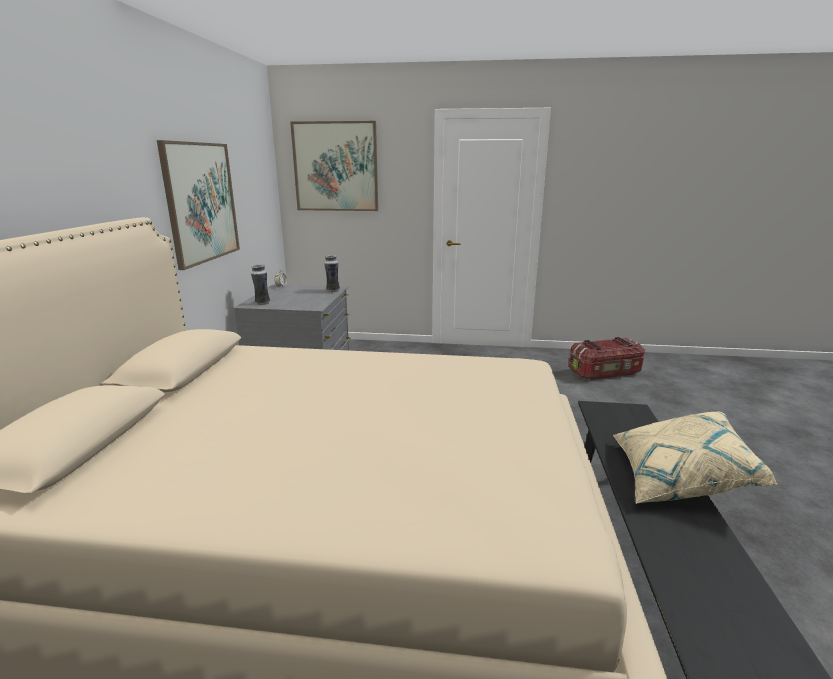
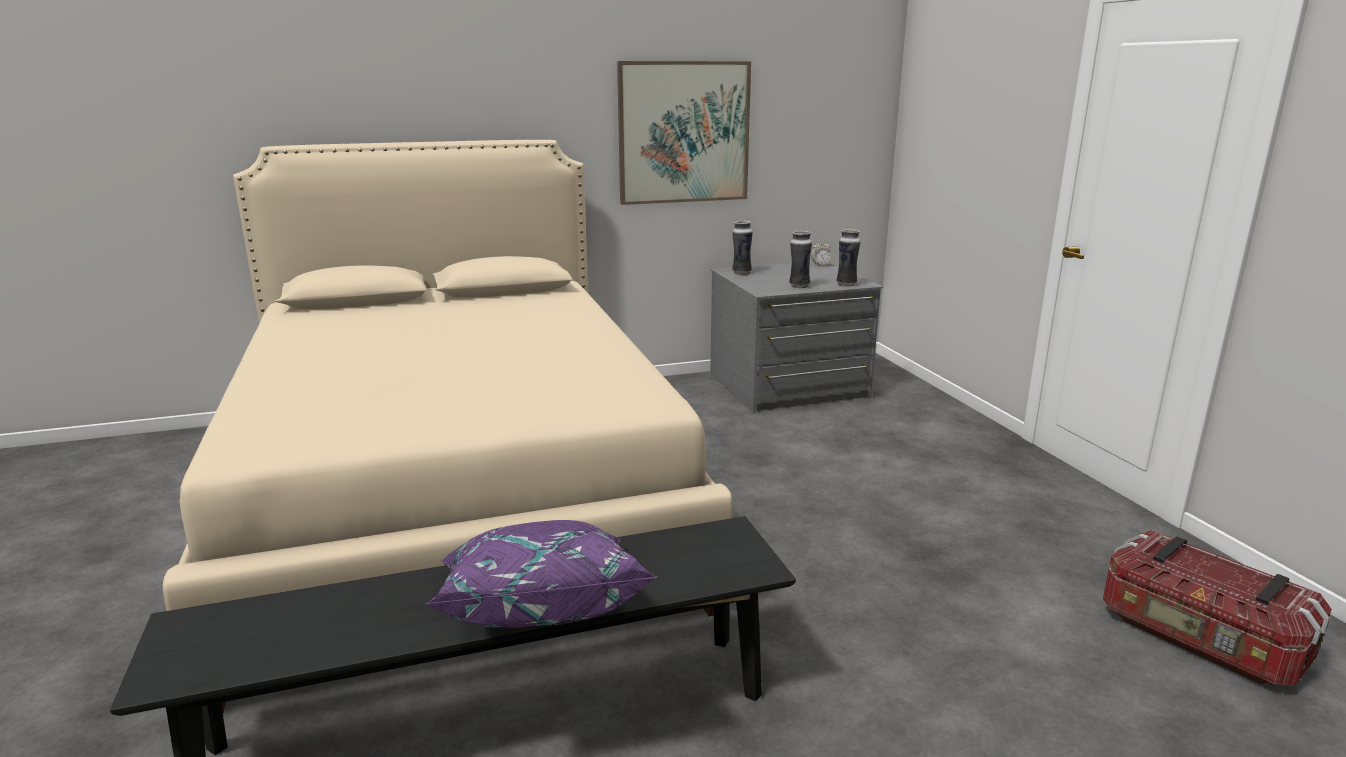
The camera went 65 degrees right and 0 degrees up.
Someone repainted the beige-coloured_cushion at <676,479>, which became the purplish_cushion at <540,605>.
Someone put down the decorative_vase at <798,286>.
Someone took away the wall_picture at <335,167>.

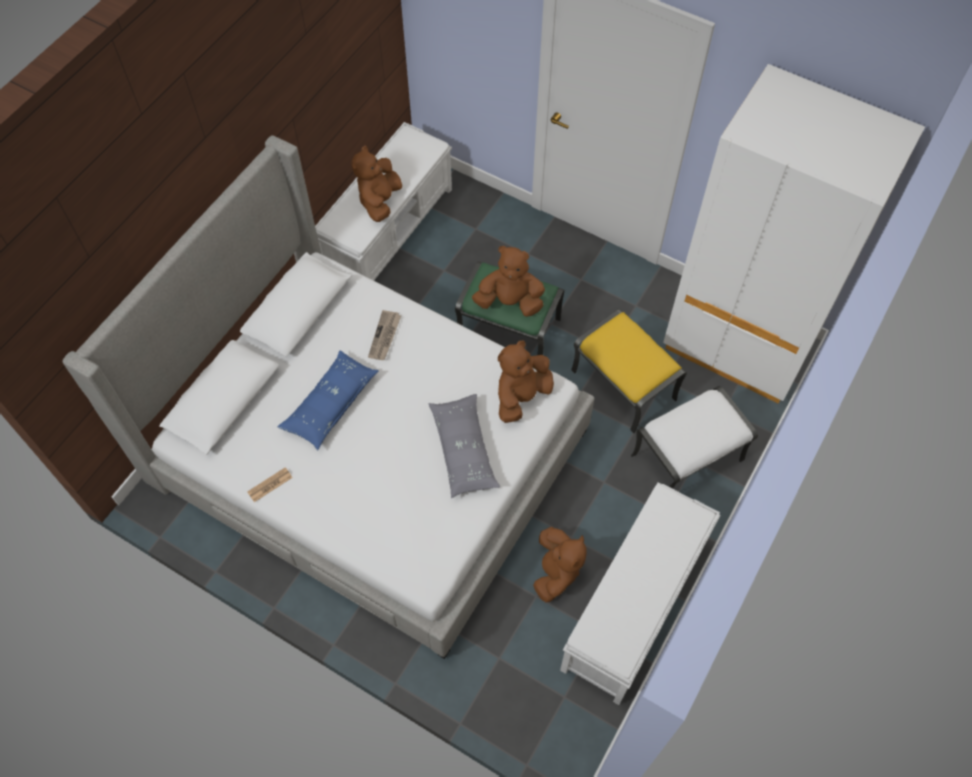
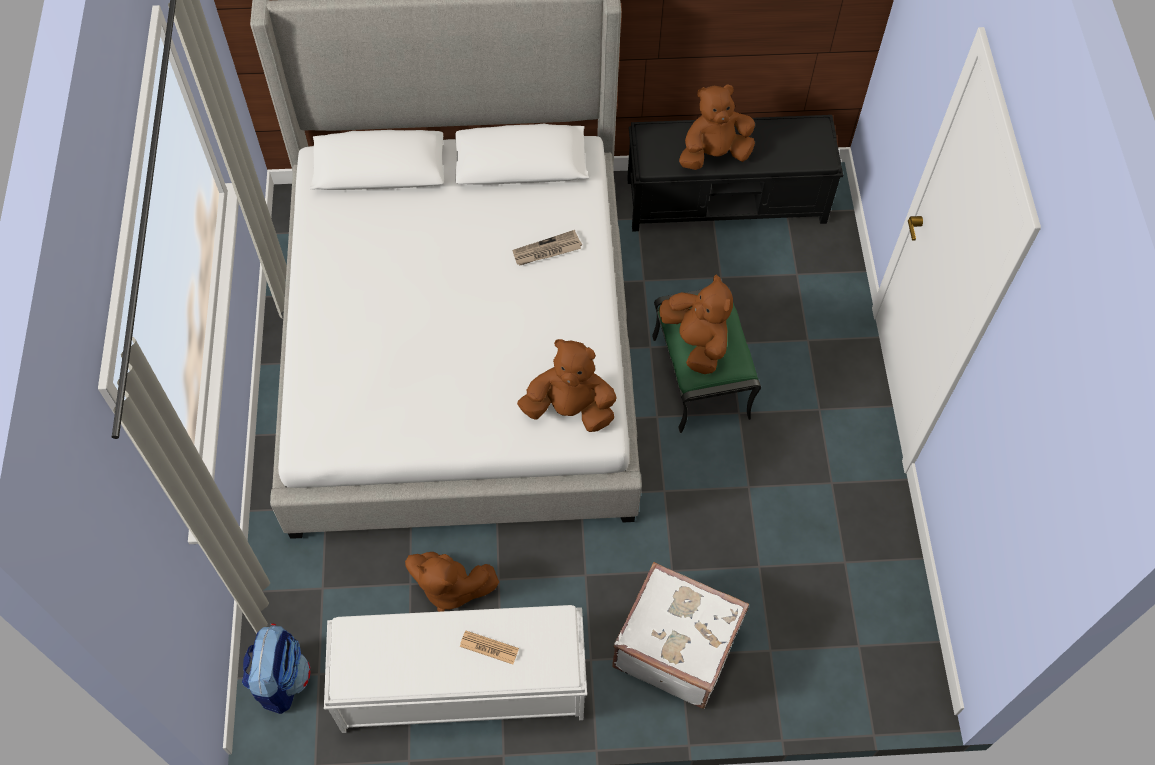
The camera went 55 degrees right and 0 degrees up.
Someone put down the knapsack at <281,678>.
Someone rotated the brown_cuddly_toy at <556,571> by 45 degrees clockwise.
Someone carried the newspaper from <270,485> to <489,647>.
Someone swapped the whitish_pouffe at <687,459> for the whitish_suitcase at <676,645>.
Someone repainted the whitish_long_seat at <389,230>, which became the black_long_seat at <727,200>.
Someone took away the blue_cushion at <330,404>.
Someone took away the grey_cushion at <464,450>.
Someone took away the yellowish_pouffe at <624,385>.
Someone took away the whitish_clothes_cupboard at <738,345>.

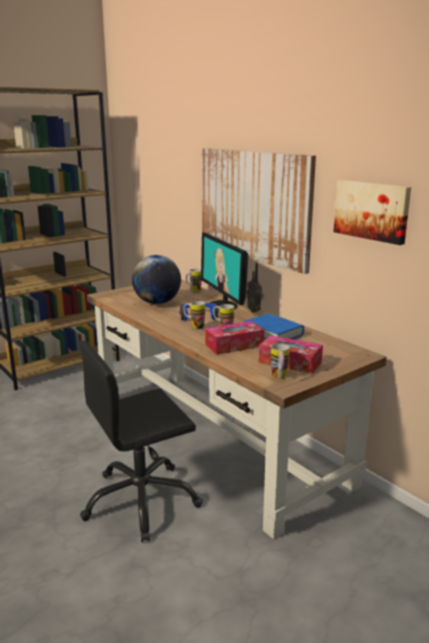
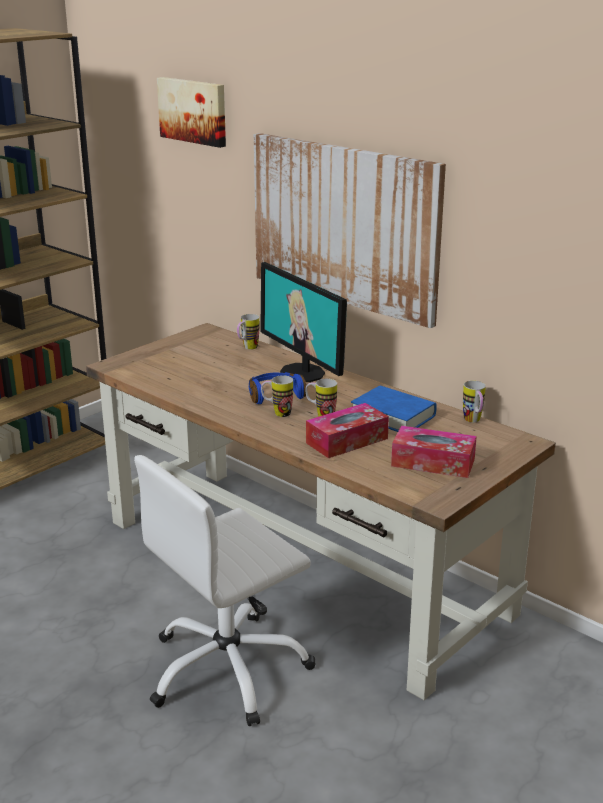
The camera went 10 degrees left and 5 degrees up.
Someone repainted the black_office_chair at <141,501>, which became the whitish_office_chair at <228,669>.
Someone carried the wall_picture from <372,210> to <194,111>.
Someone carried the coffee_mug from <279,378> to <473,421>.
Someone took away the globe at <157,303>.
Someone took away the radio at <254,311>.

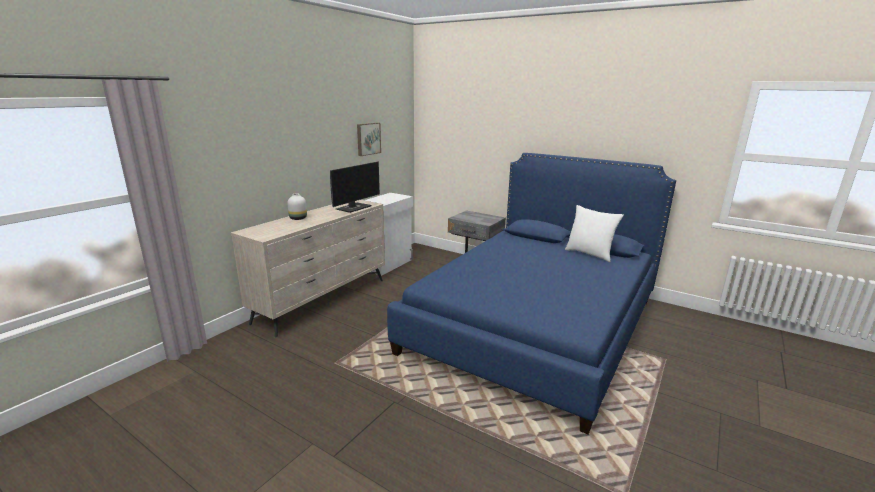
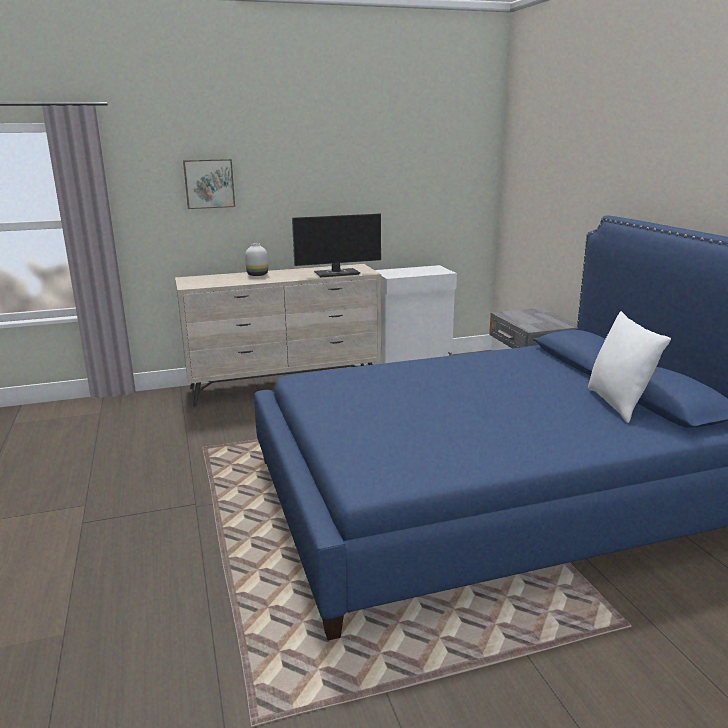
The camera went 40 degrees right and 0 degrees up.
Someone carried the wall_picture from <368,139> to <209,183>.

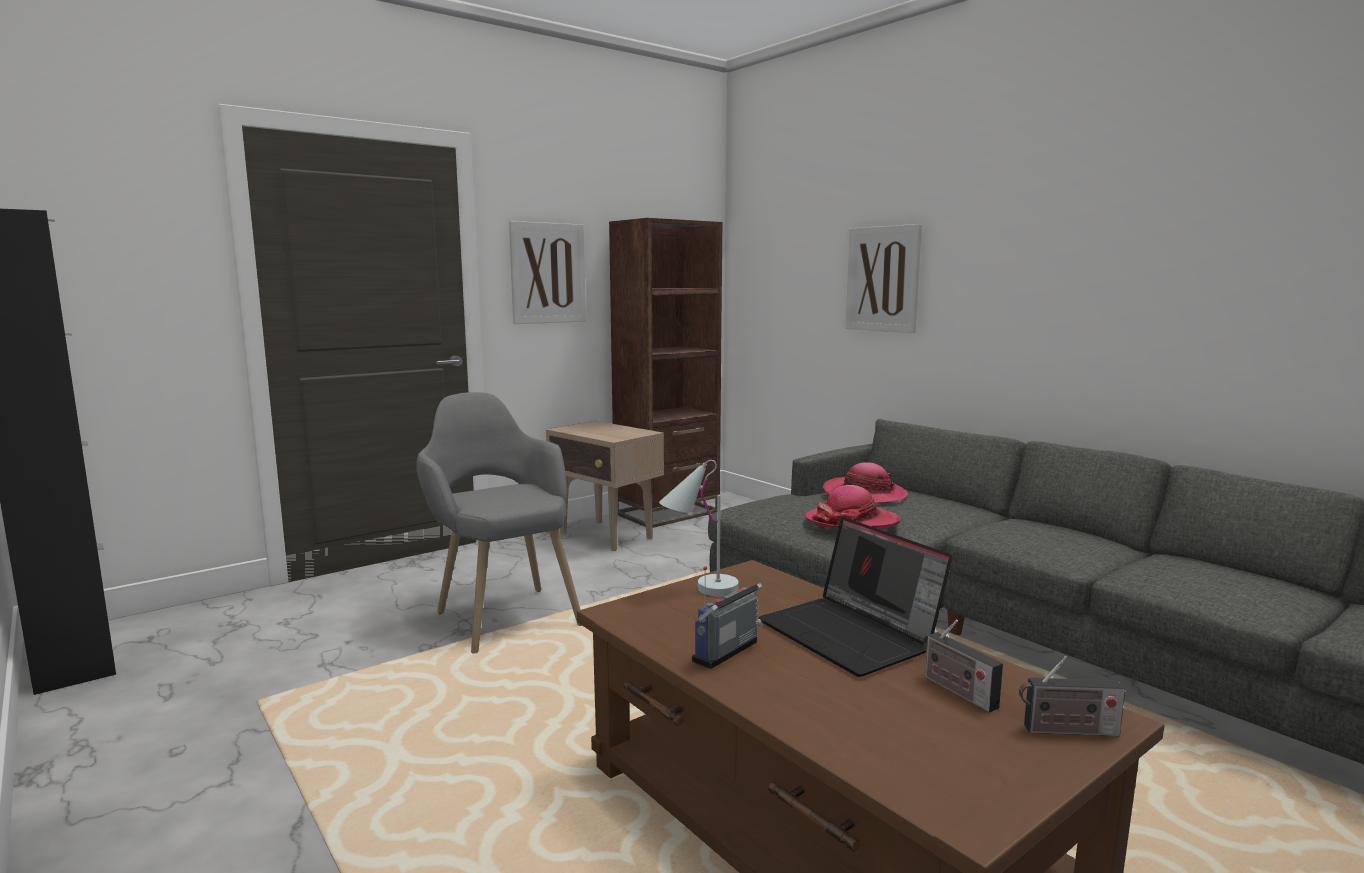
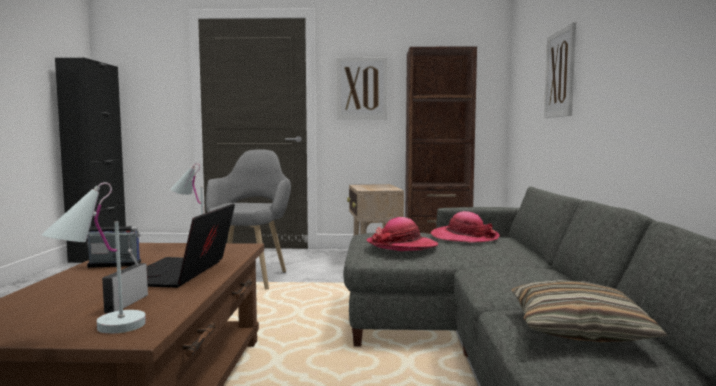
The camera went 40 degrees right and 5 degrees down.
Someone swapped the radio at <1067,731> for the whitish_tabletop_lamp at <99,330>.
Someone put down the cushion at <578,329>.

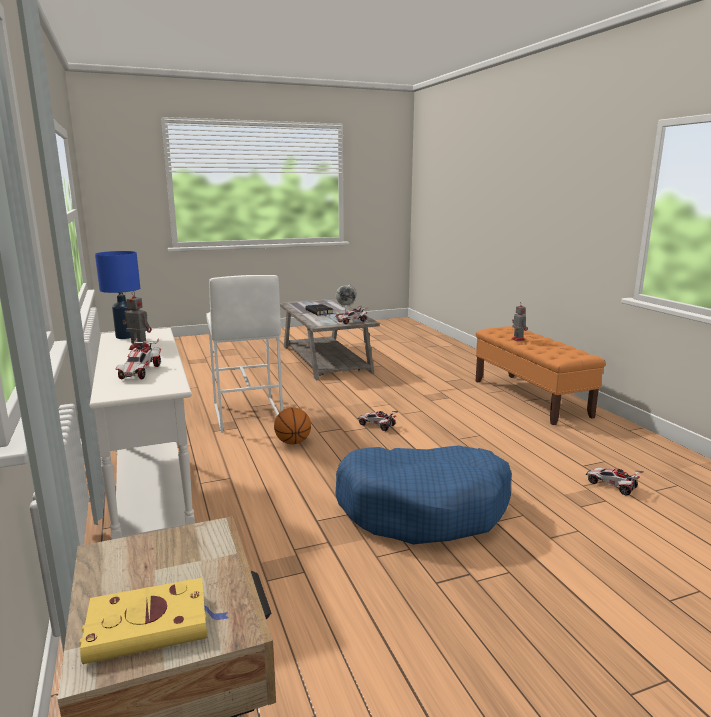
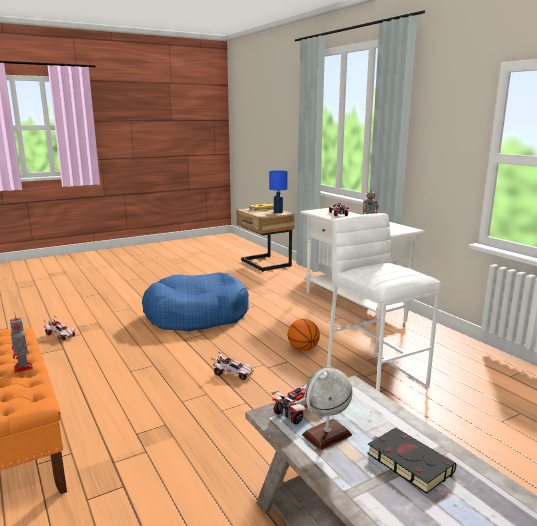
The camera went 170 degrees right and 0 degrees up.
Someone carried the blue_tabletop_lamp from <126,336> to <277,212>.

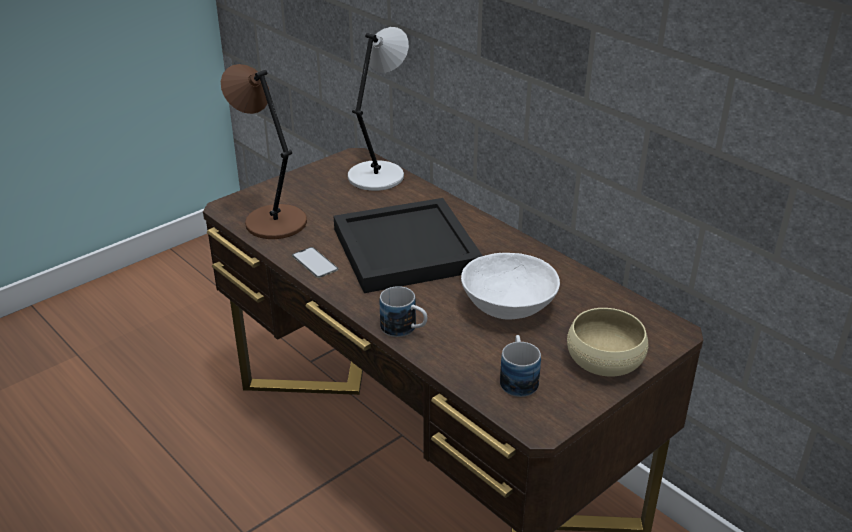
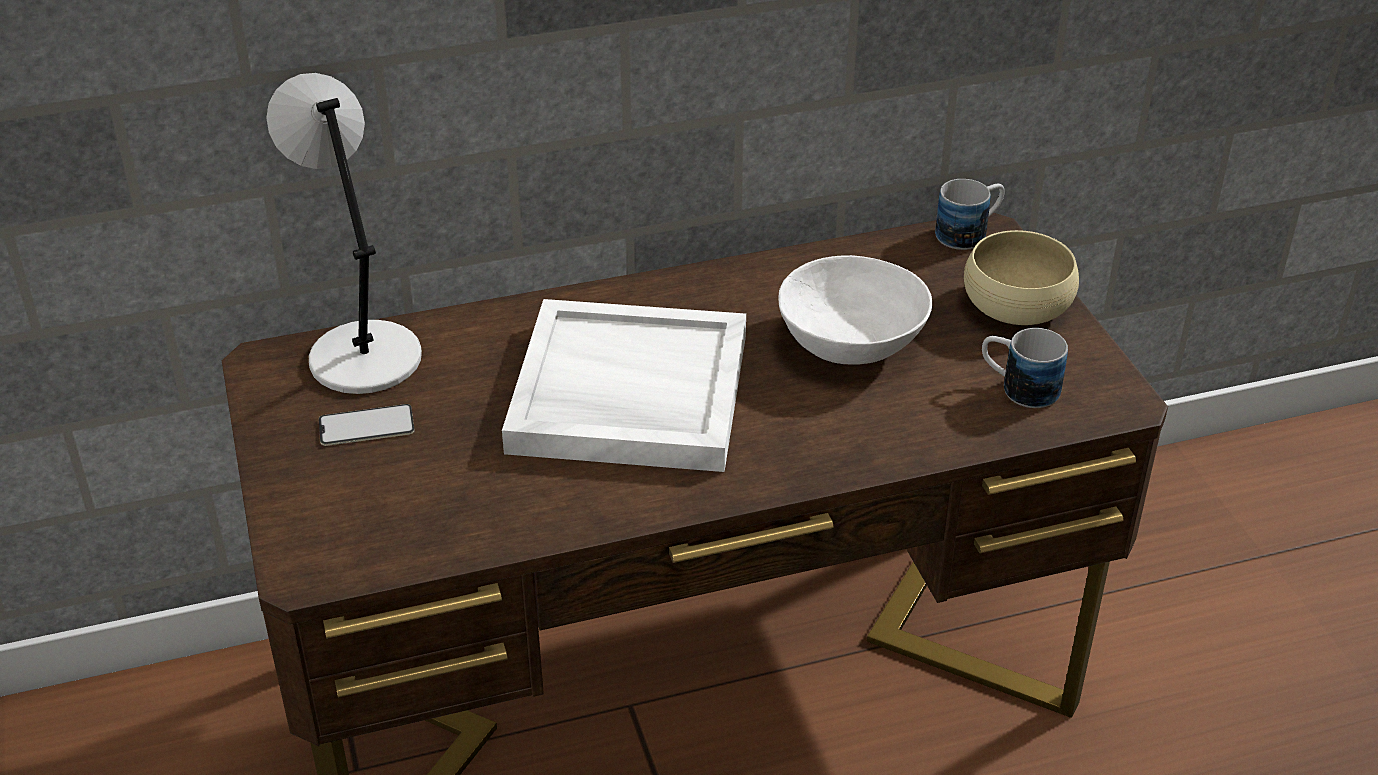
The camera went 65 degrees left and 5 degrees up.
Someone carried the handset from <315,263> to <366,426>.
Someone repainted the black_serving_tray at <404,249>, which became the whitish_serving_tray at <627,394>.
Someone carried the coffee_mug from <405,329> to <969,233>.
Someone took away the brown_tabletop_lamp at <273,222>.

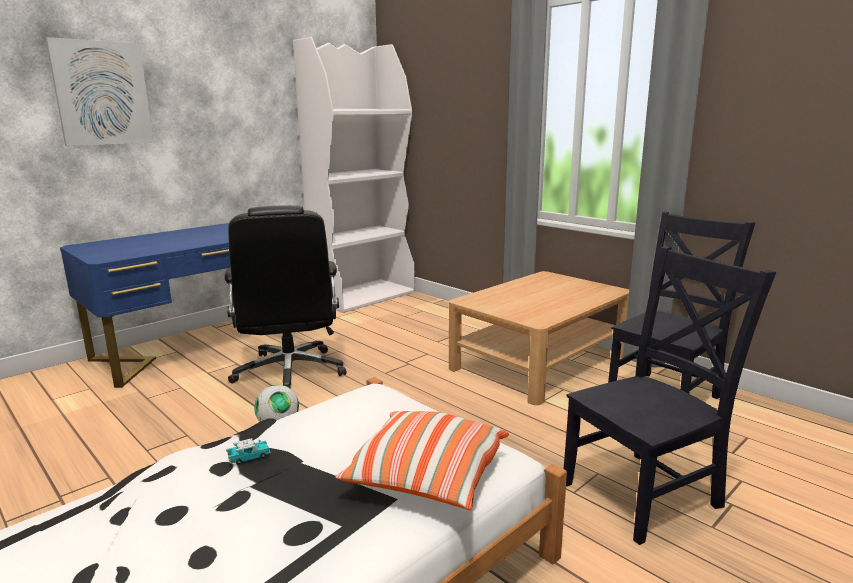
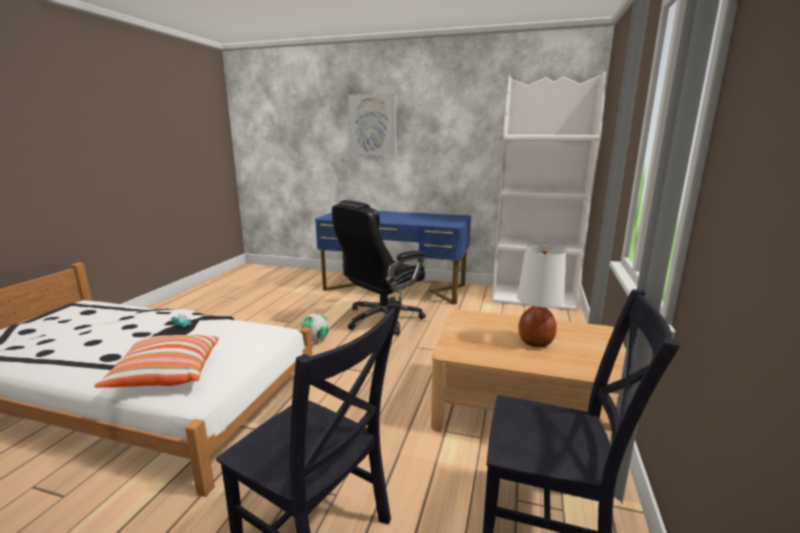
The camera went 60 degrees right and 0 degrees up.
Someone put down the whitish_tabletop_lamp at <535,342>.

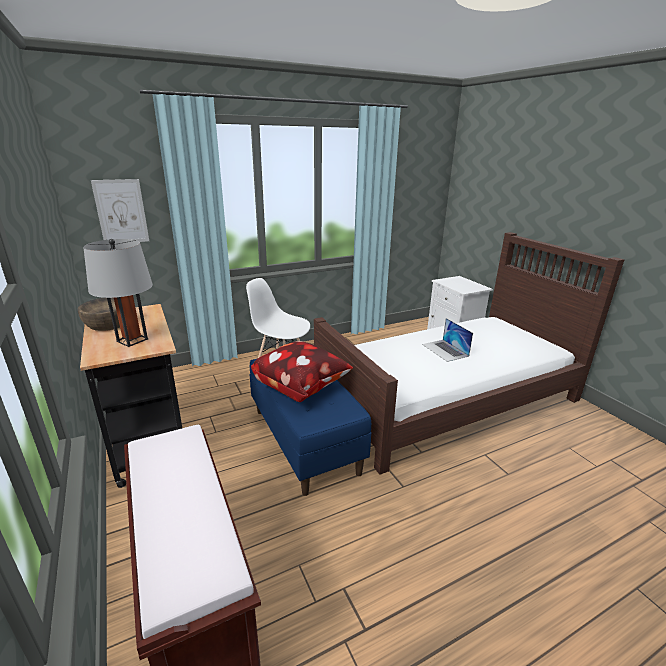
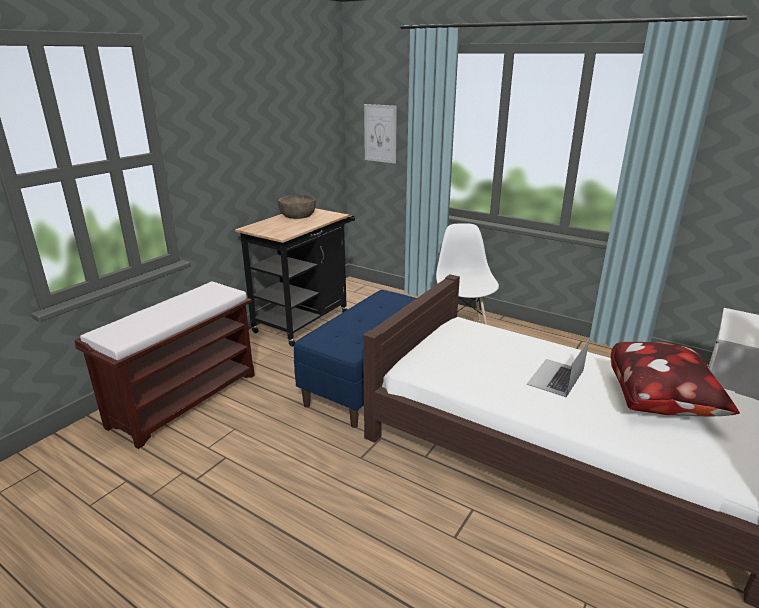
The camera went 60 degrees right and 0 degrees up.
Someone carried the cushion from <301,387> to <661,402>.
Someone took away the grey_tabletop_lamp at <132,340>.

